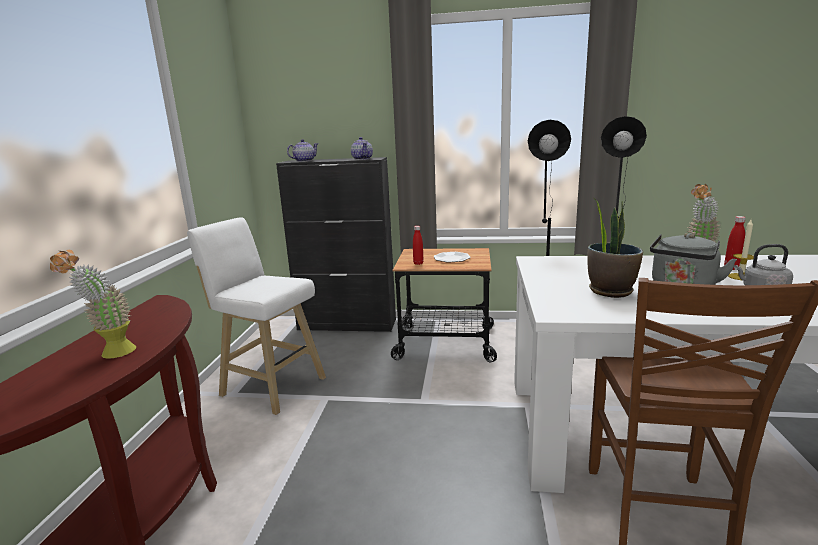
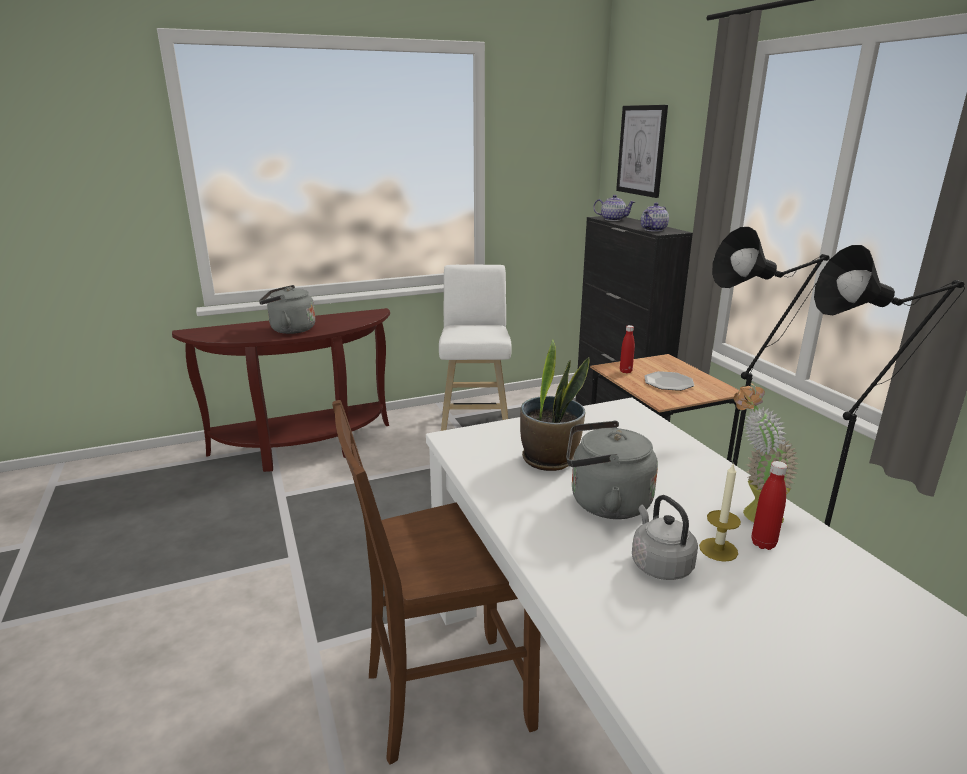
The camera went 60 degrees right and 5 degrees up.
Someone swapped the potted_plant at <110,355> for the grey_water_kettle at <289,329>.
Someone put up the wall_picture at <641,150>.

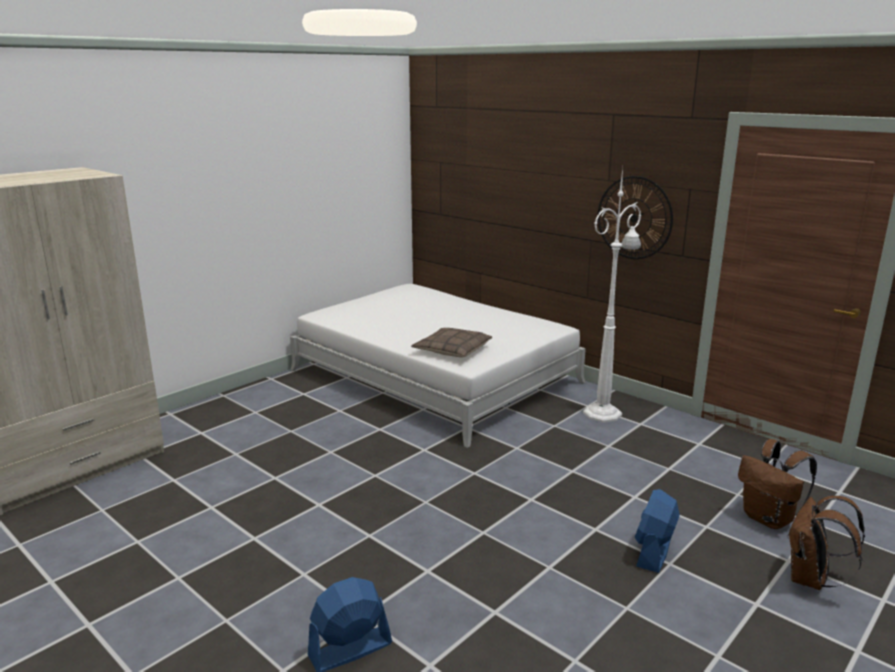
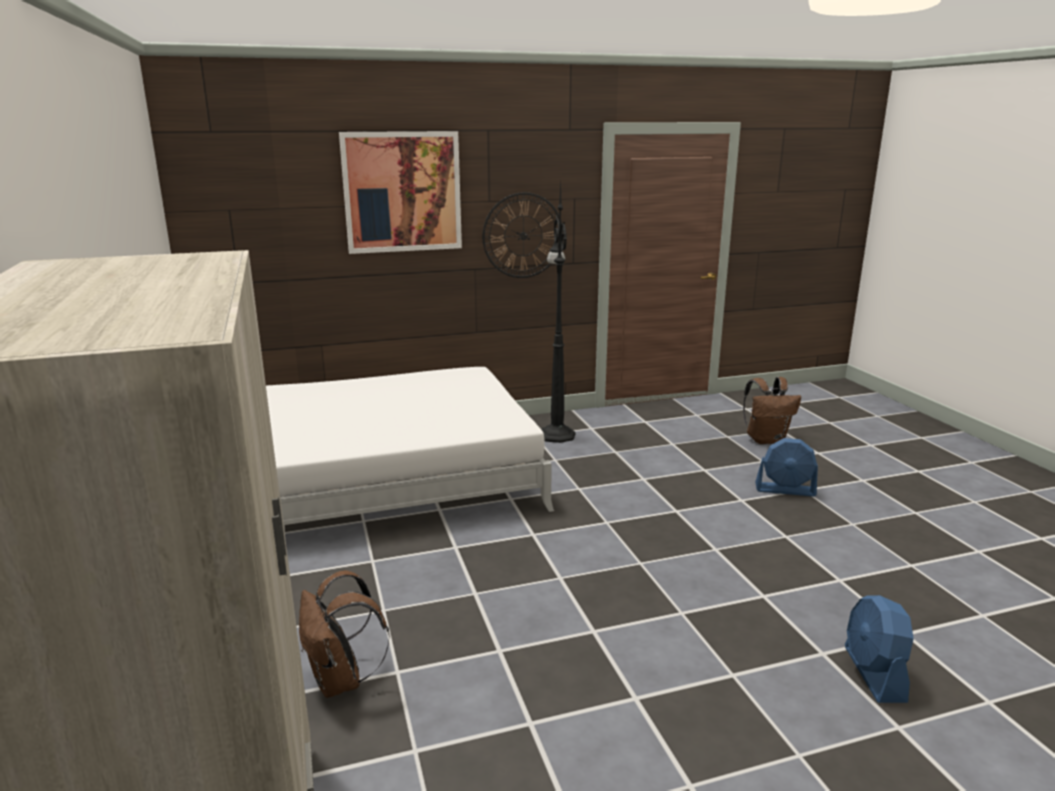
The camera went 60 degrees left and 0 degrees up.
Someone carried the brown_knapsack from <811,579> to <341,681>.
Someone put up the wall_picture at <402,192>.
Someone repainted the whitish_standard_lamp at <604,413>, which became the black_standard_lamp at <557,434>.
Someone rotated the blue_electric_fan at <653,551> by 45 degrees counterclockwise.
Someone took away the cushion at <452,350>.

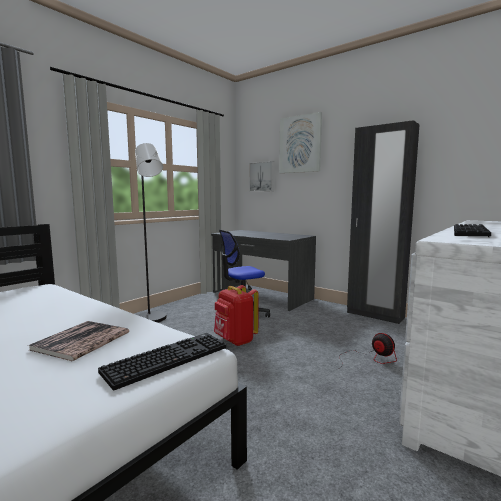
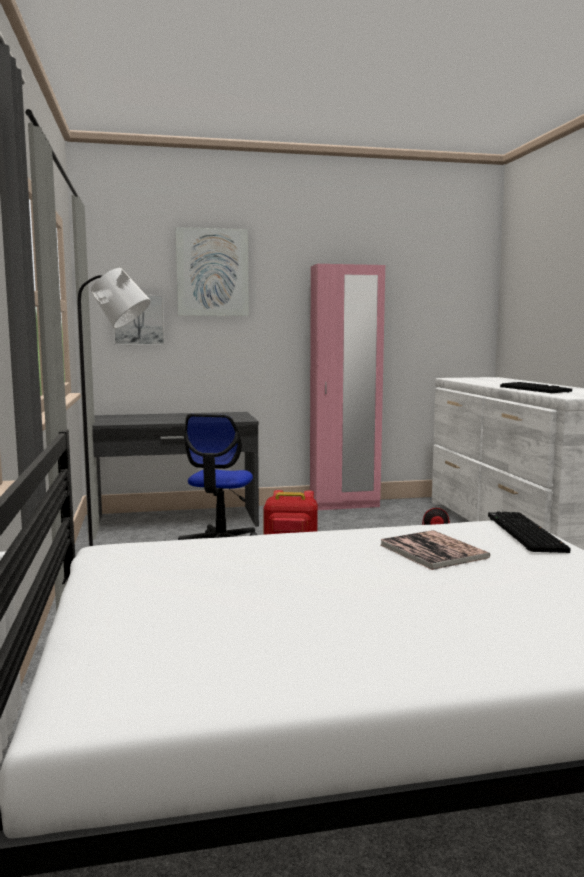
The camera went 50 degrees left and 0 degrees up.
Someone repainted the black_clothes_cupboard at <375,315>, which became the pink_clothes_cupboard at <344,505>.

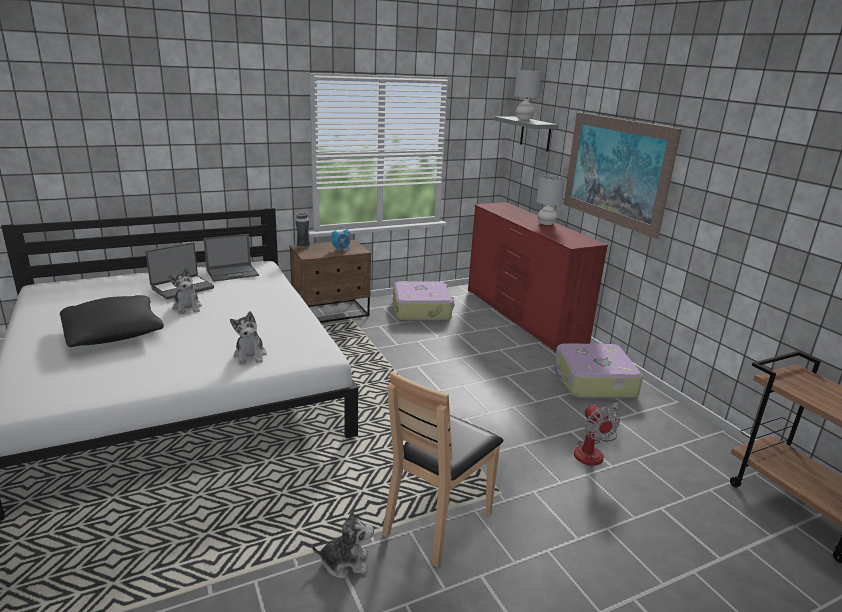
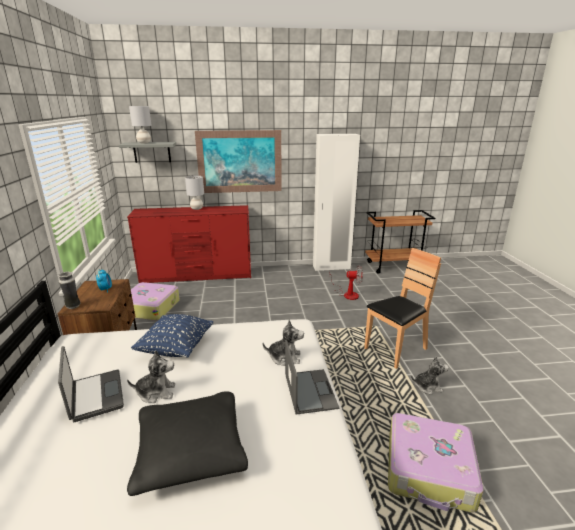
The camera went 70 degrees left and 0 degrees up.
Someone put down the blue_cushion at <176,348>.
Someone carried the laptop from <233,273> to <310,390>.
Someone put down the whitish_clothes_cupboard at <331,267>.
Someone rotated the brown_plain_chair at <437,521> by 90 degrees counterclockwise.
Someone carried the suitcase from <593,381> to <429,470>.
Someone rotated the cuddly_toy at <345,562> by 75 degrees clockwise.

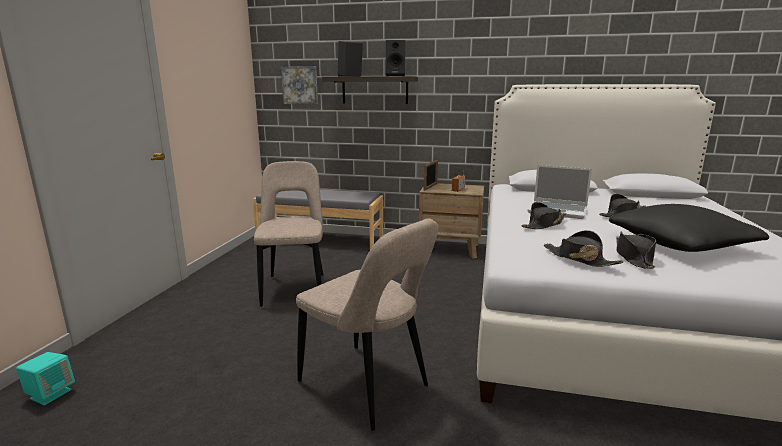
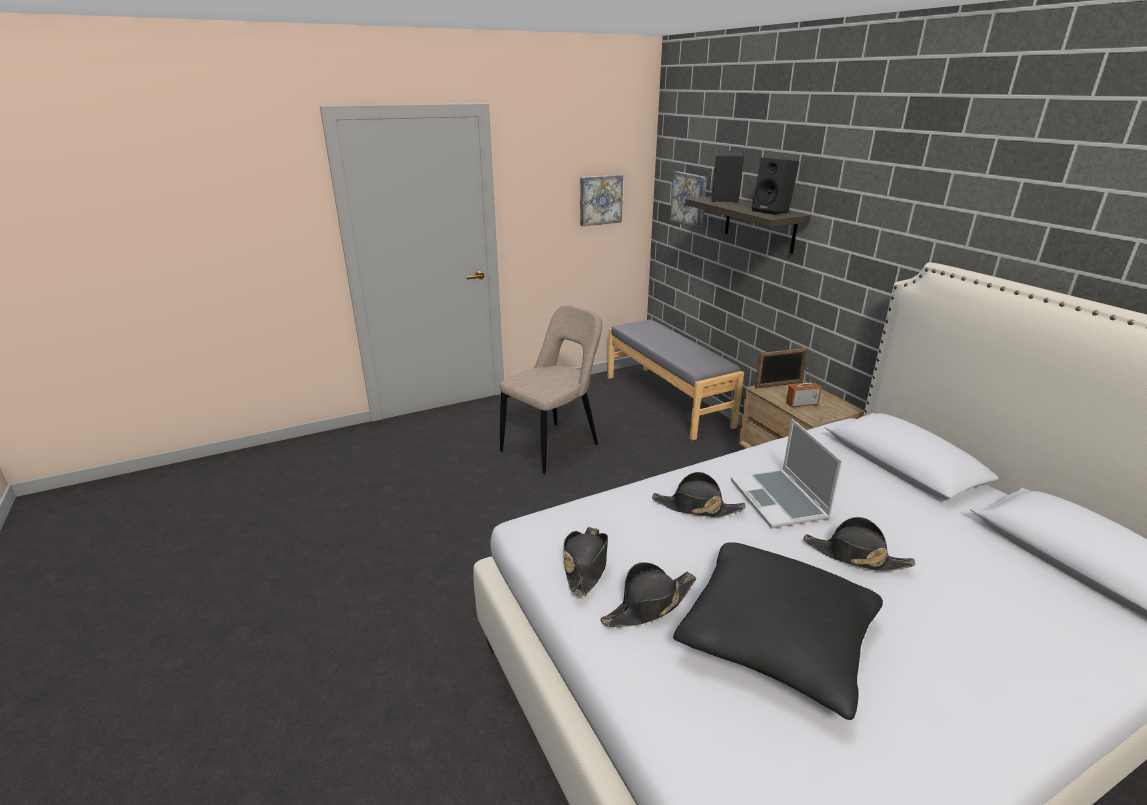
The camera went 50 degrees right and 10 degrees up.
Someone put up the wall_picture at <600,200>.
Someone took away the turquoise_audio_speaker at <51,394>.
Someone took away the beige-coloured_plain_chair at <367,387>.

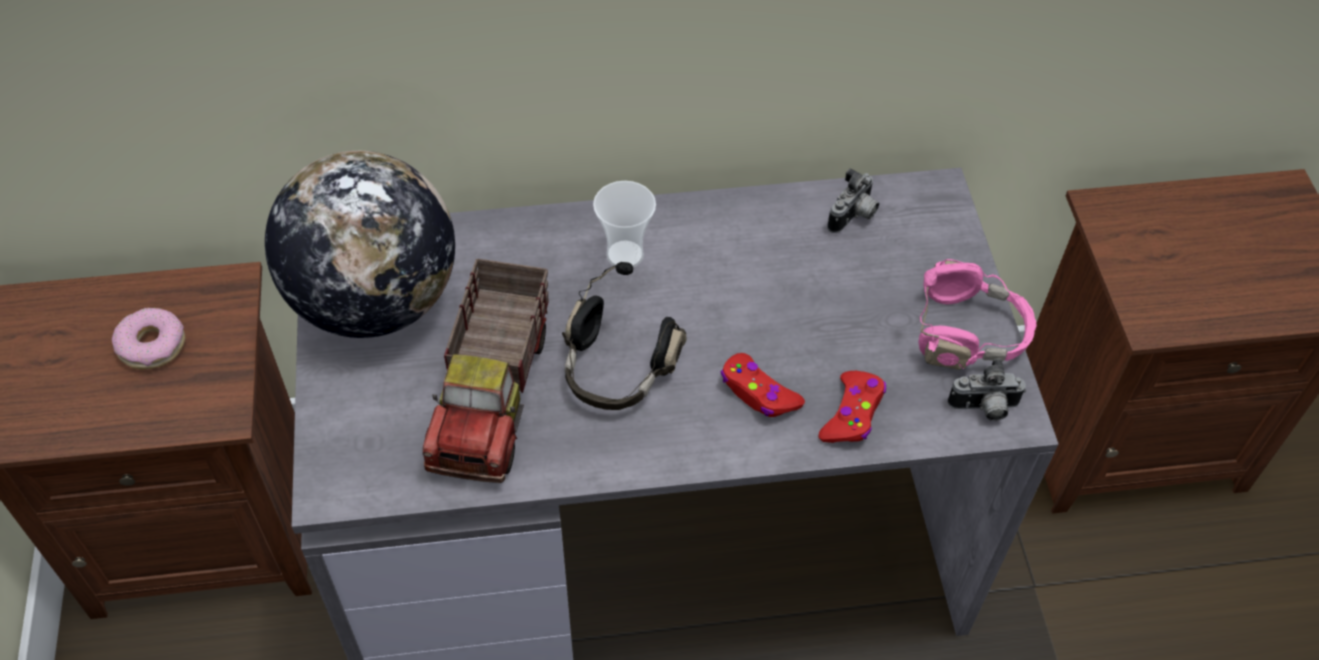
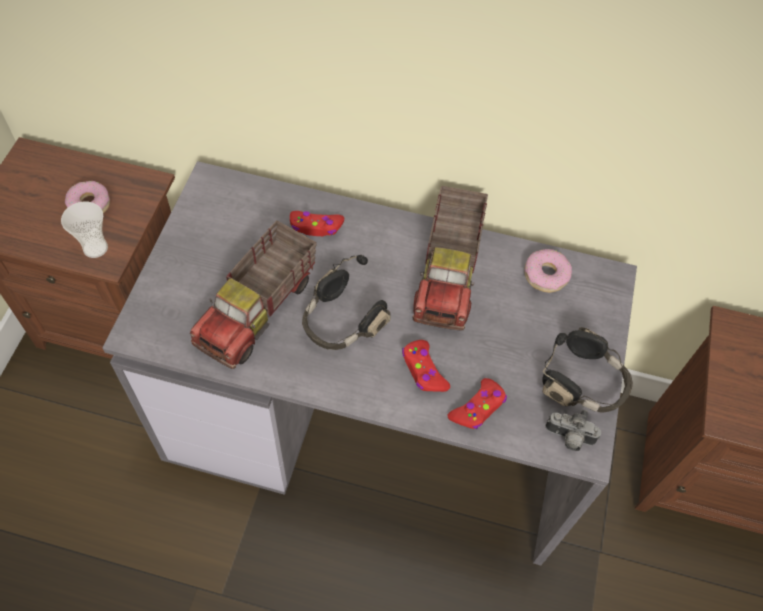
The camera went 20 degrees right and 5 degrees up.
Someone carried the small_cup from <625,255> to <95,248>.
Someone put down the red_gamepad at <316,227>.
Someone put down the toy_lorry at <449,273>.
Someone swapped the still_camera at <854,217> for the ring_doughnut at <545,274>.
Someone repainted the pink_pair_of_headphones at <968,334>, which became the black_pair_of_headphones at <584,383>.
Someone took away the globe at <375,301>.

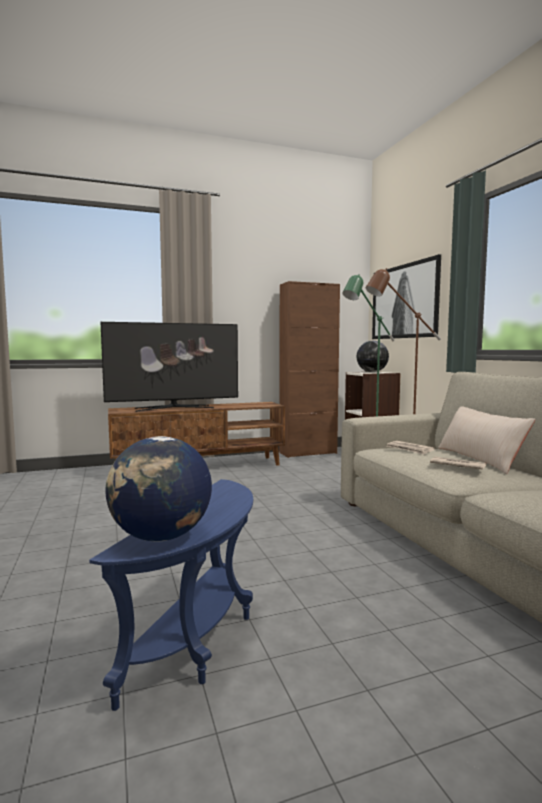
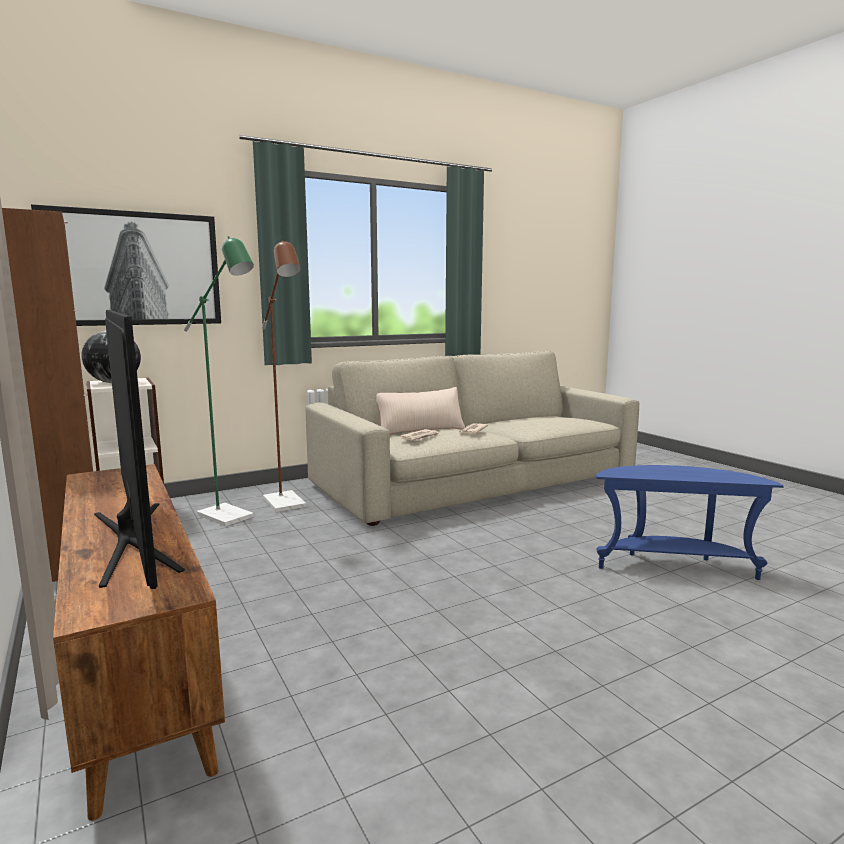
The camera went 100 degrees left and 5 degrees up.
Someone took away the globe at <161,537>.

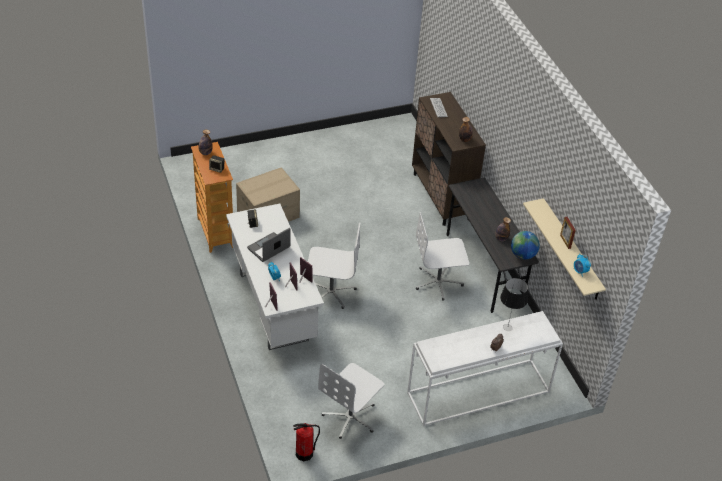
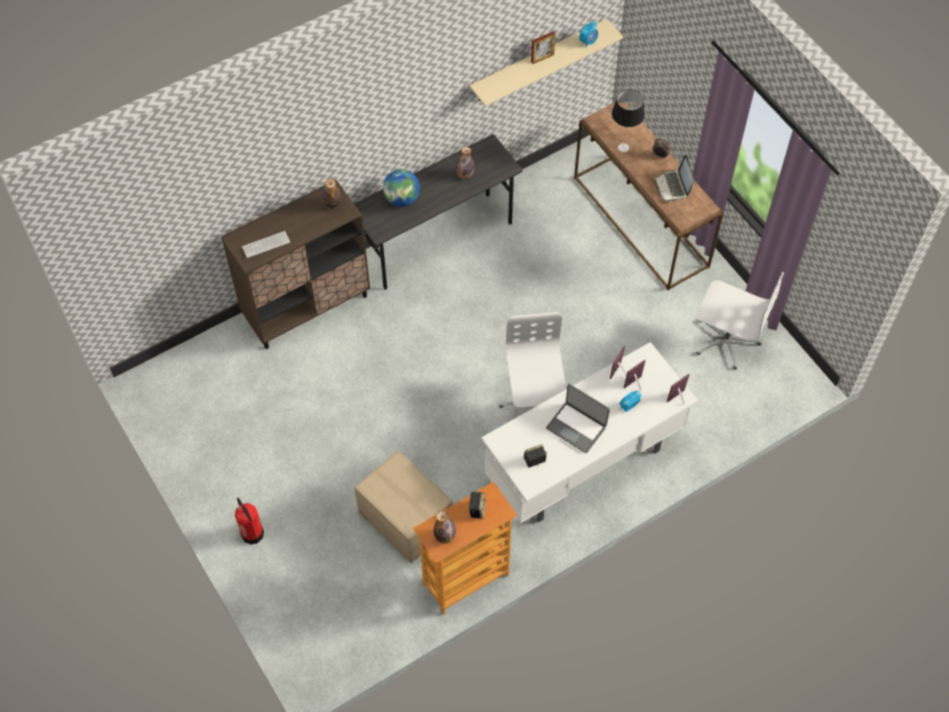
The camera went 100 degrees left and 15 degrees up.
Someone carried the fire_extinguisher from <304,453> to <252,533>.
Someone carried the globe from <523,255> to <402,199>.
Someone repainted the whitish_console_table at <478,393>, which became the brown_console_table at <642,222>.
Someone put down the laptop at <673,186>.
Someone took away the whitish_office_chair at <438,282>.

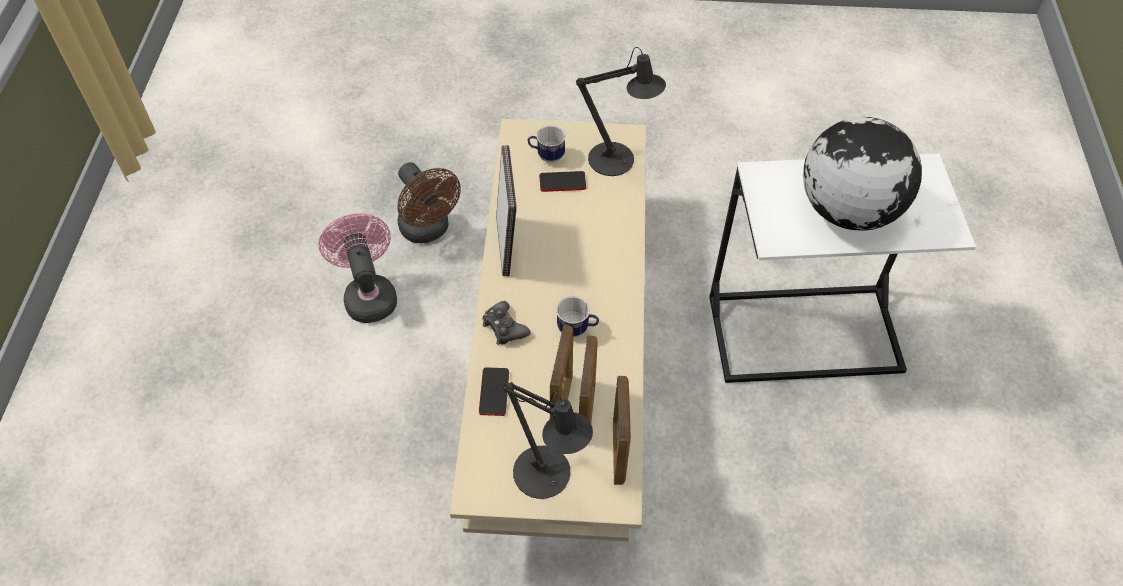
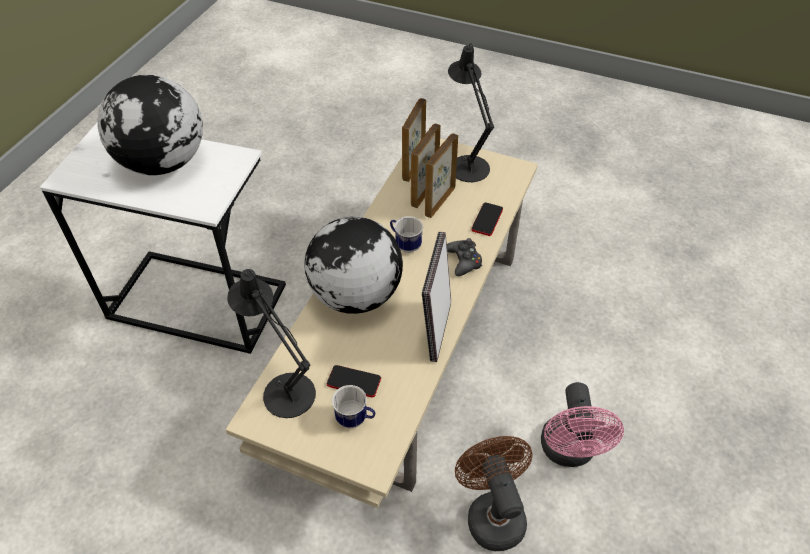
The camera went 160 degrees left and 5 degrees down.
Someone put down the globe at <355,295>.

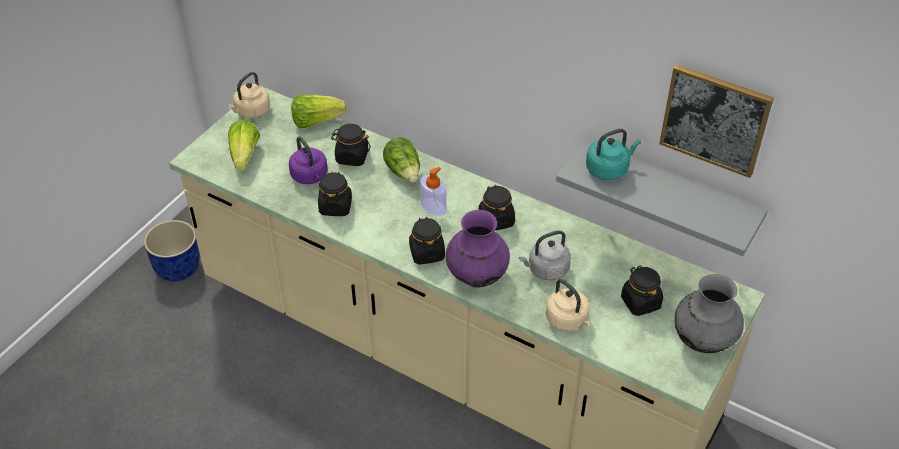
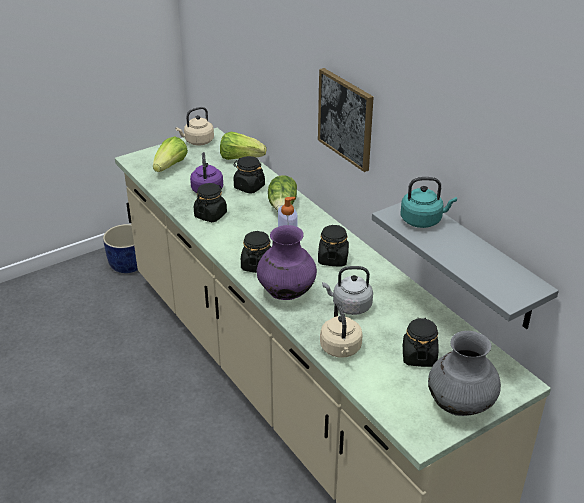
The camera went 25 degrees right and 10 degrees down.
Someone carried the wall_picture from <715,119> to <346,118>.

